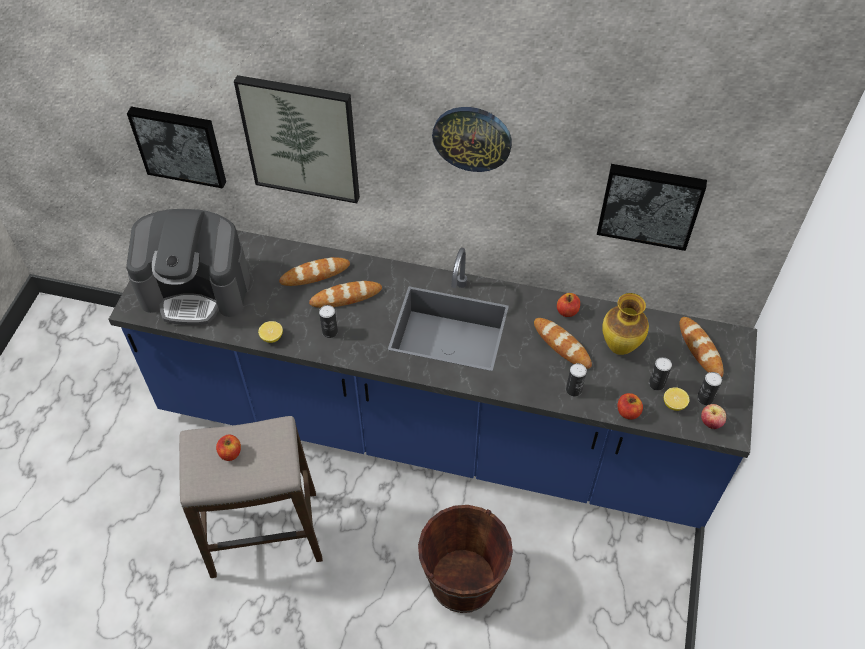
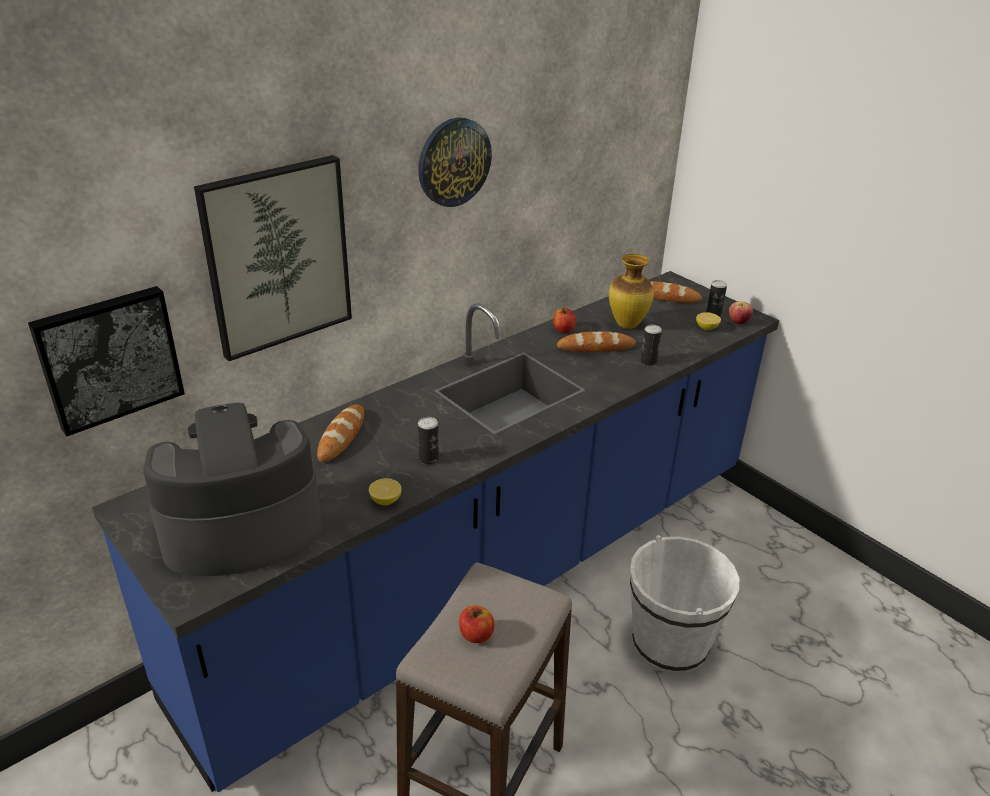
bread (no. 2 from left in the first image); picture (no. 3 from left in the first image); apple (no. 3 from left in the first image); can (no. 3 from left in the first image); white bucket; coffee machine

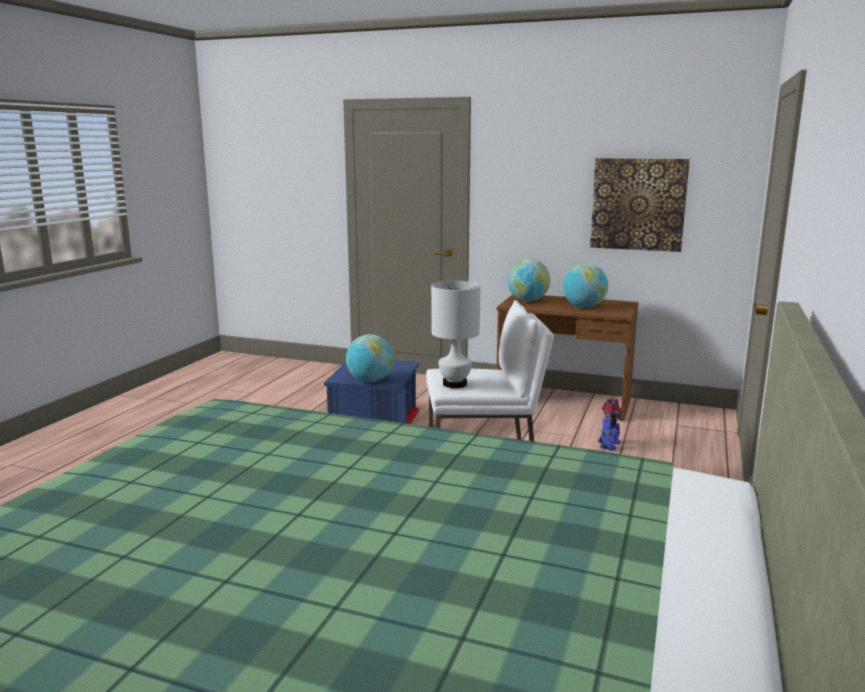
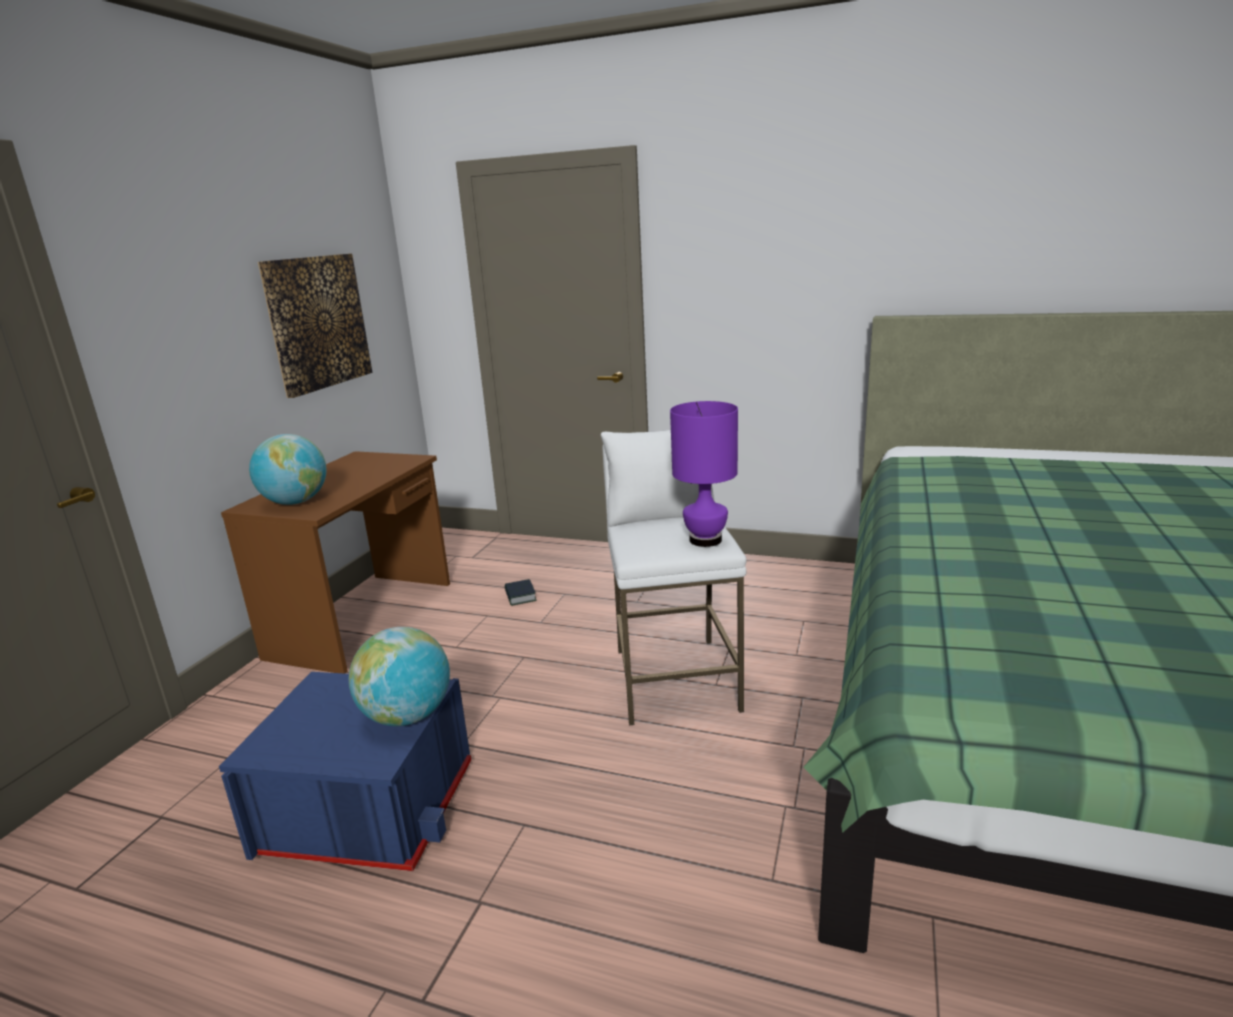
globe (no. 3 from left in the first image); book; purple table lamp

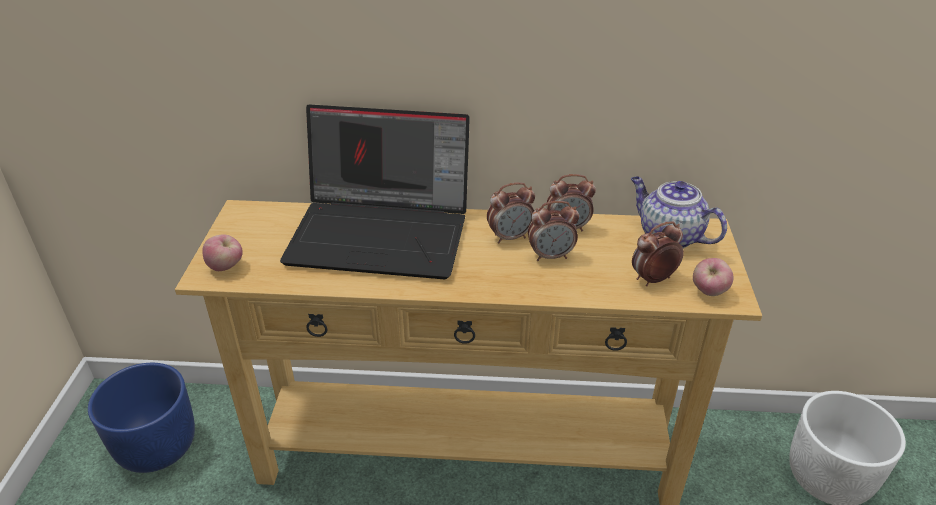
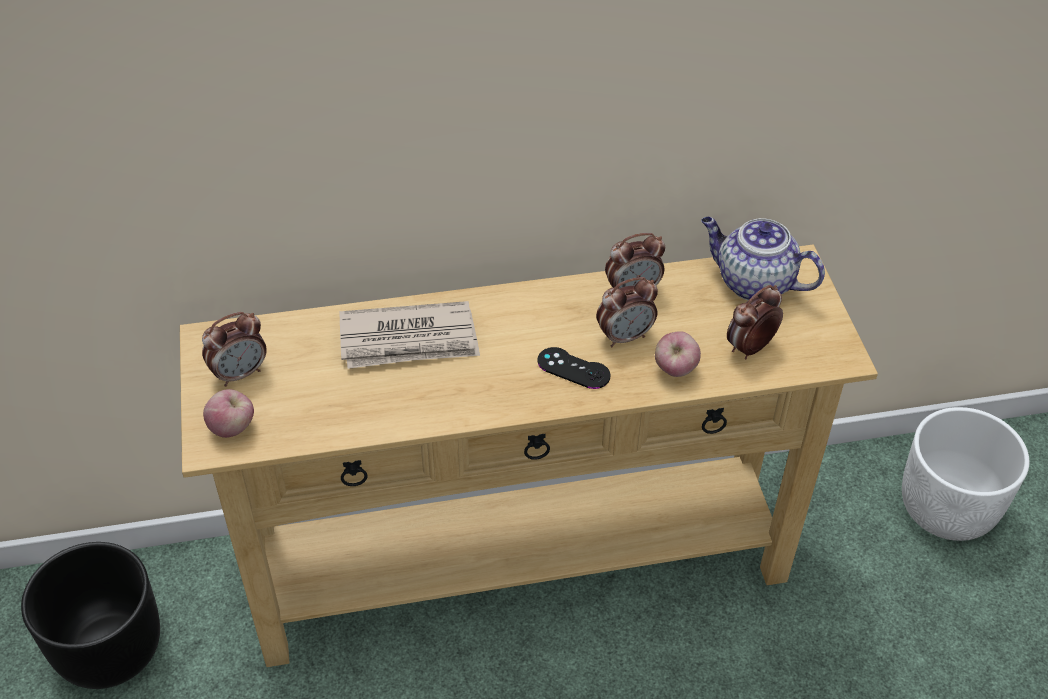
black game controller; alarm clock (no. 1 from left); apple (no. 2 from left); newspaper; black planter

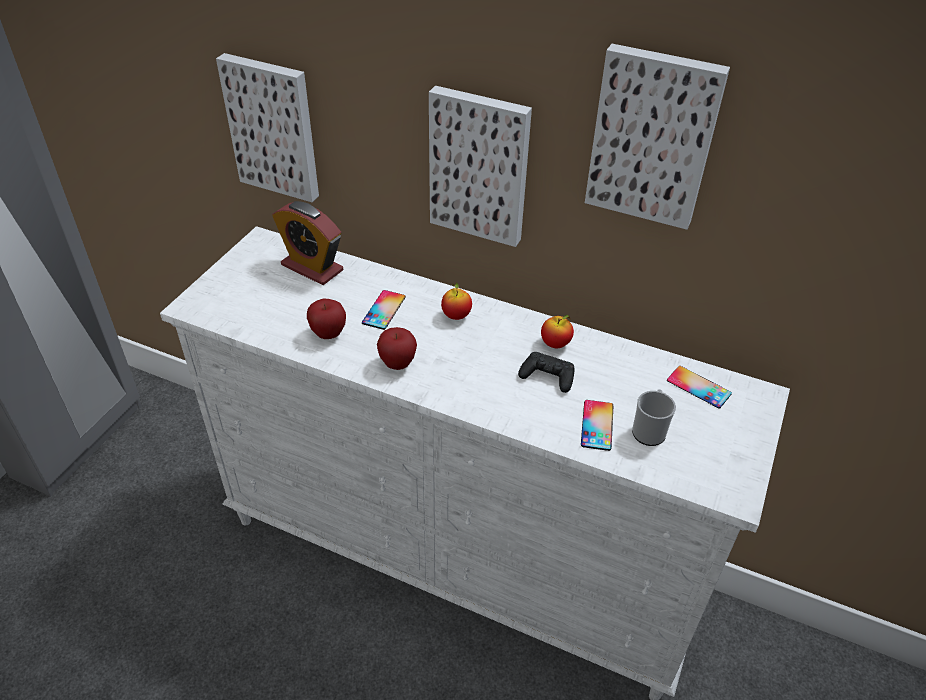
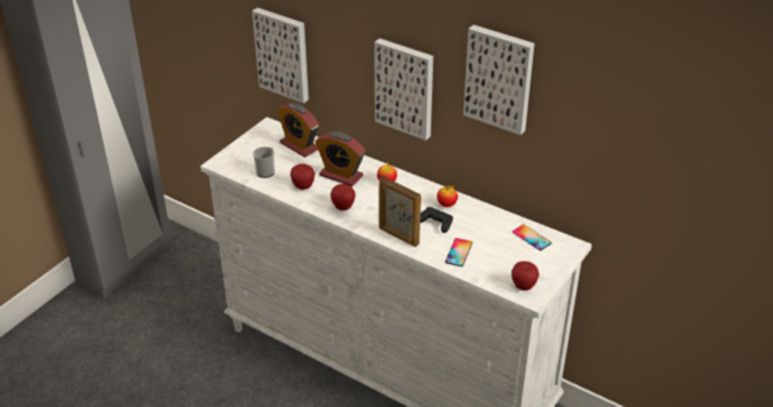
picture frame; apple (no. 5 from left); mug; alarm clock (no. 2 from left)

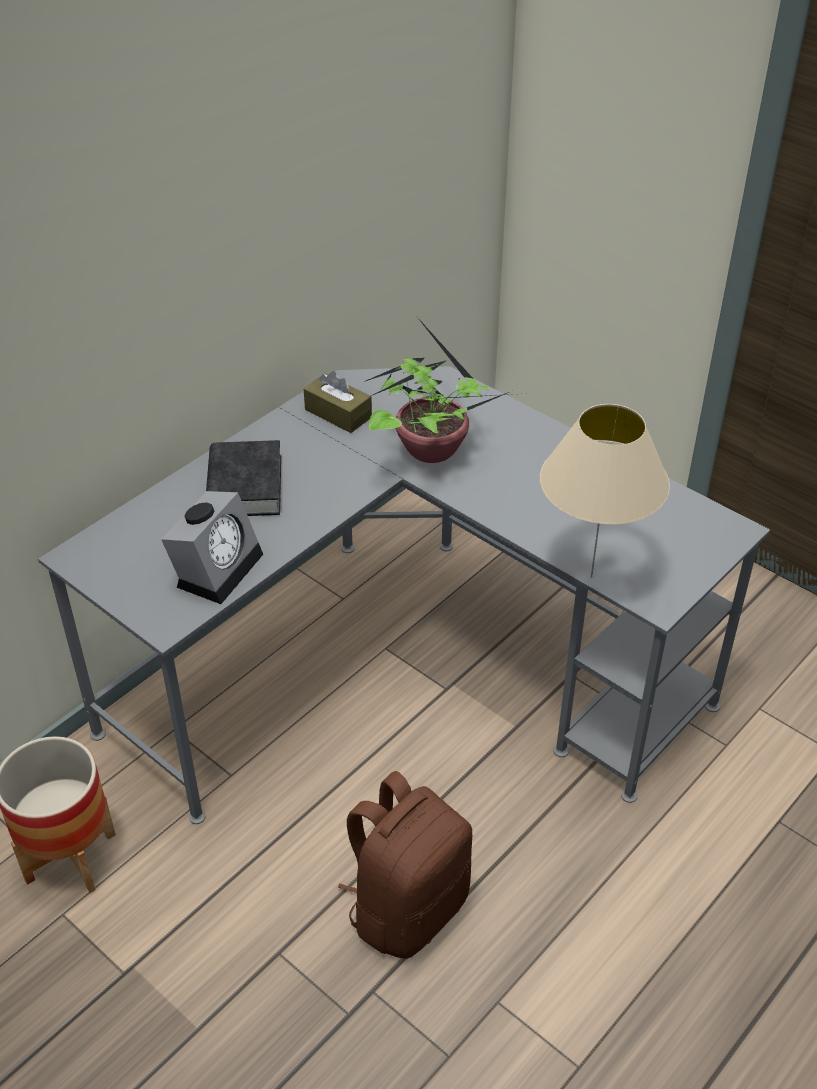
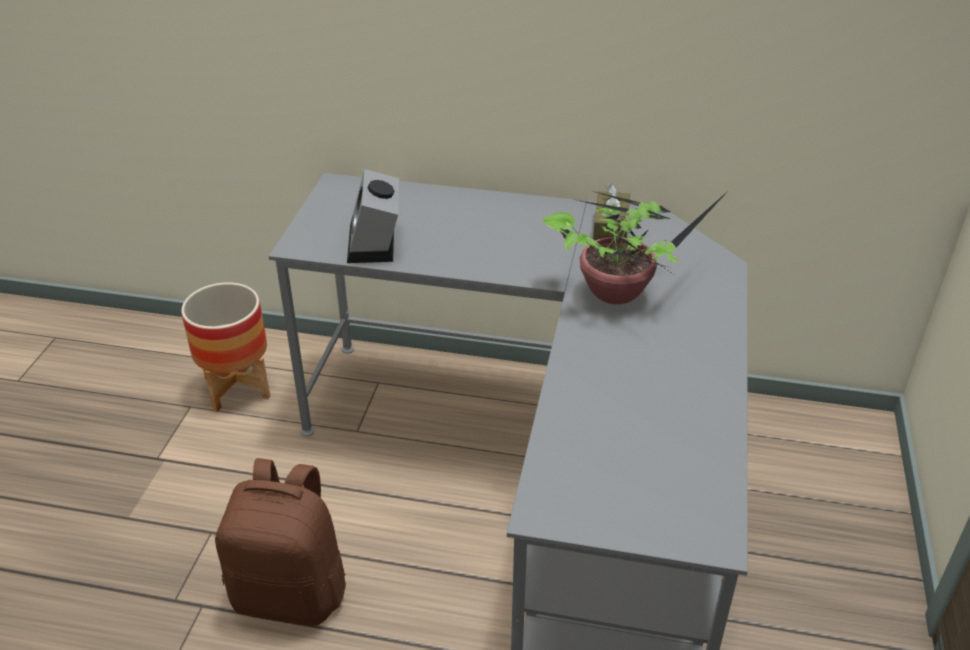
black book; beige table lamp; alarm clock

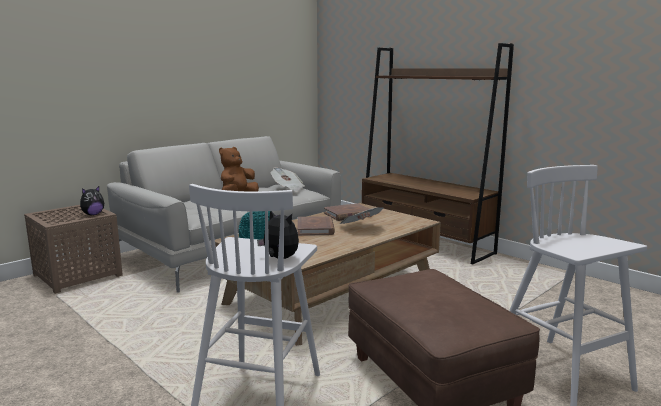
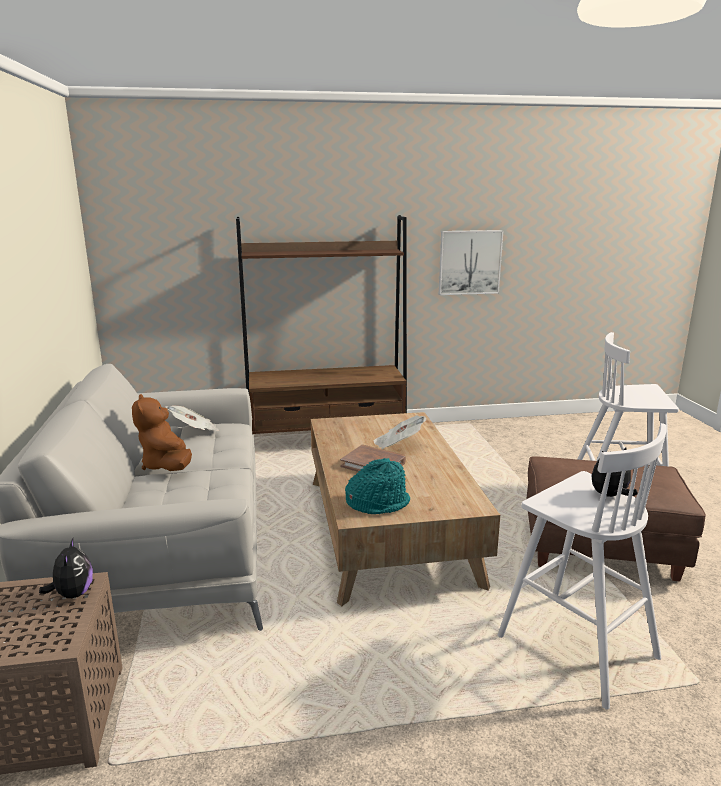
brown book (no. 2 from left in the first image); picture

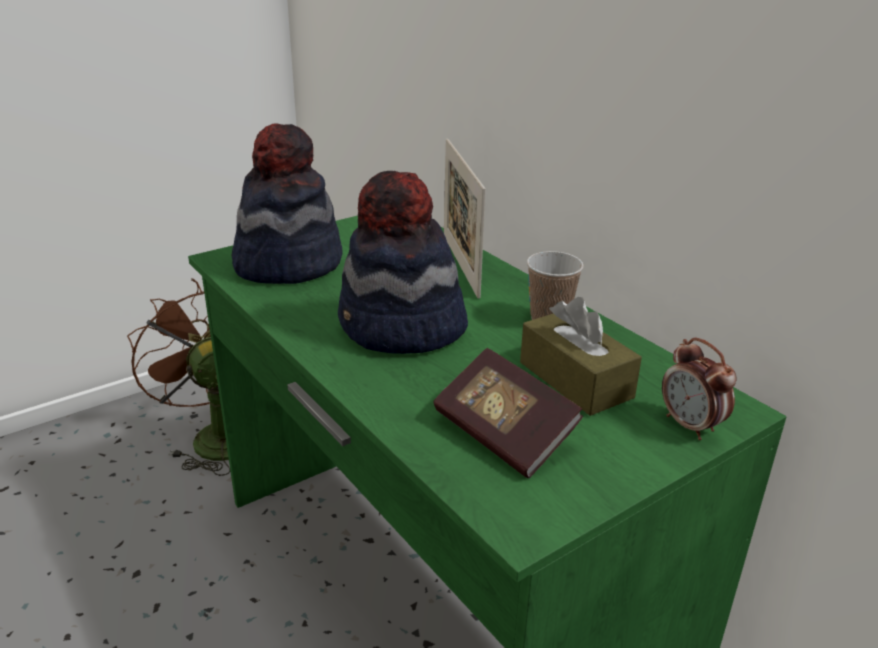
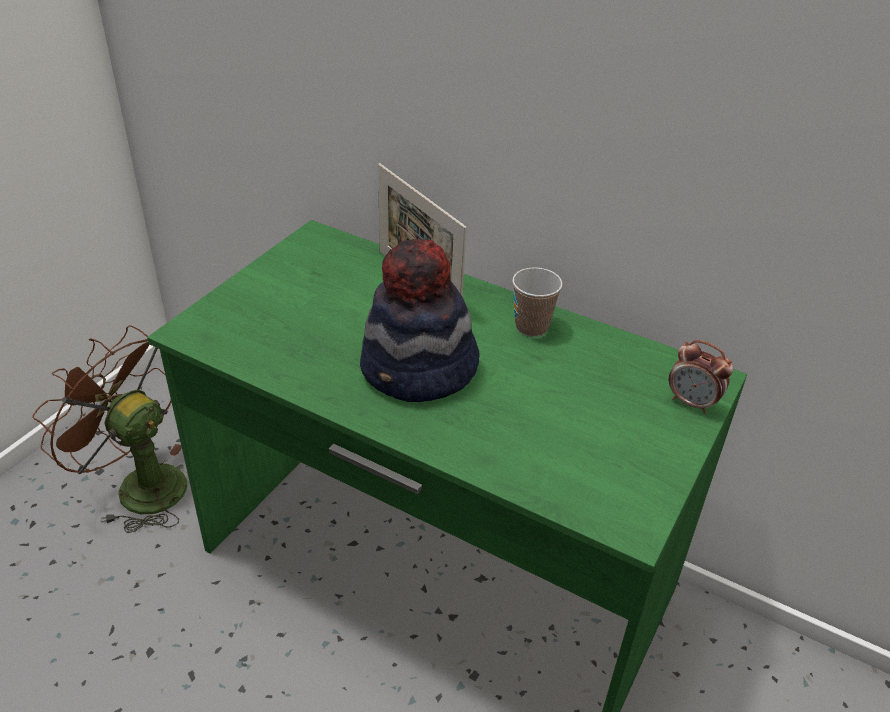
hat (no. 1 from left in the first image); book; brown tissue box

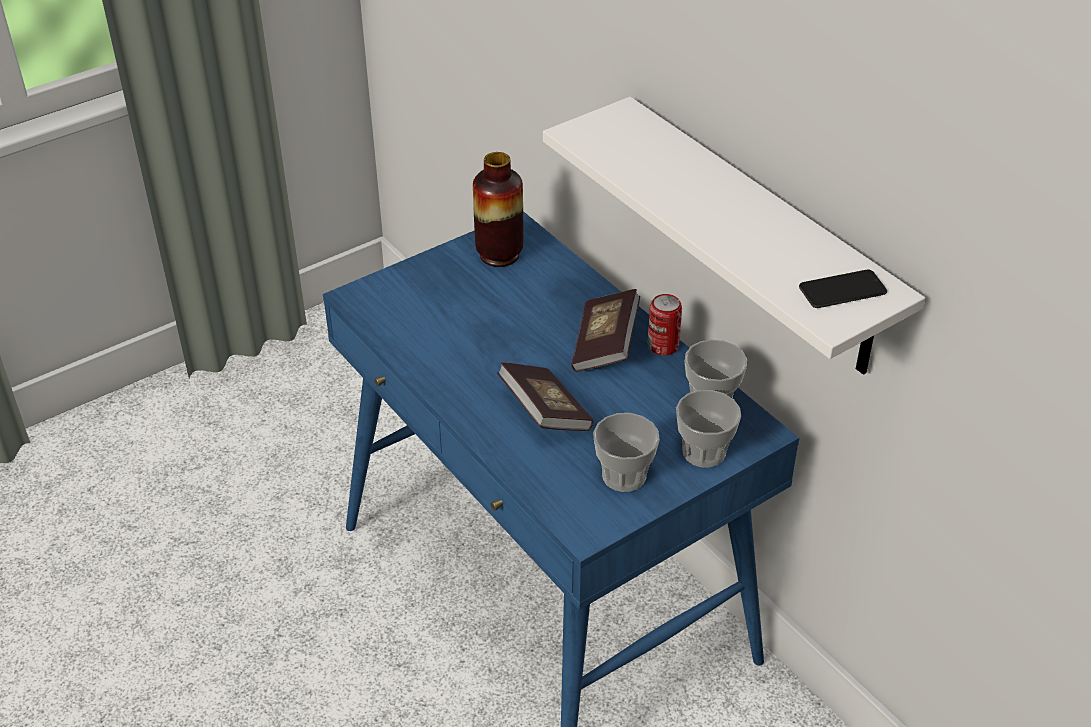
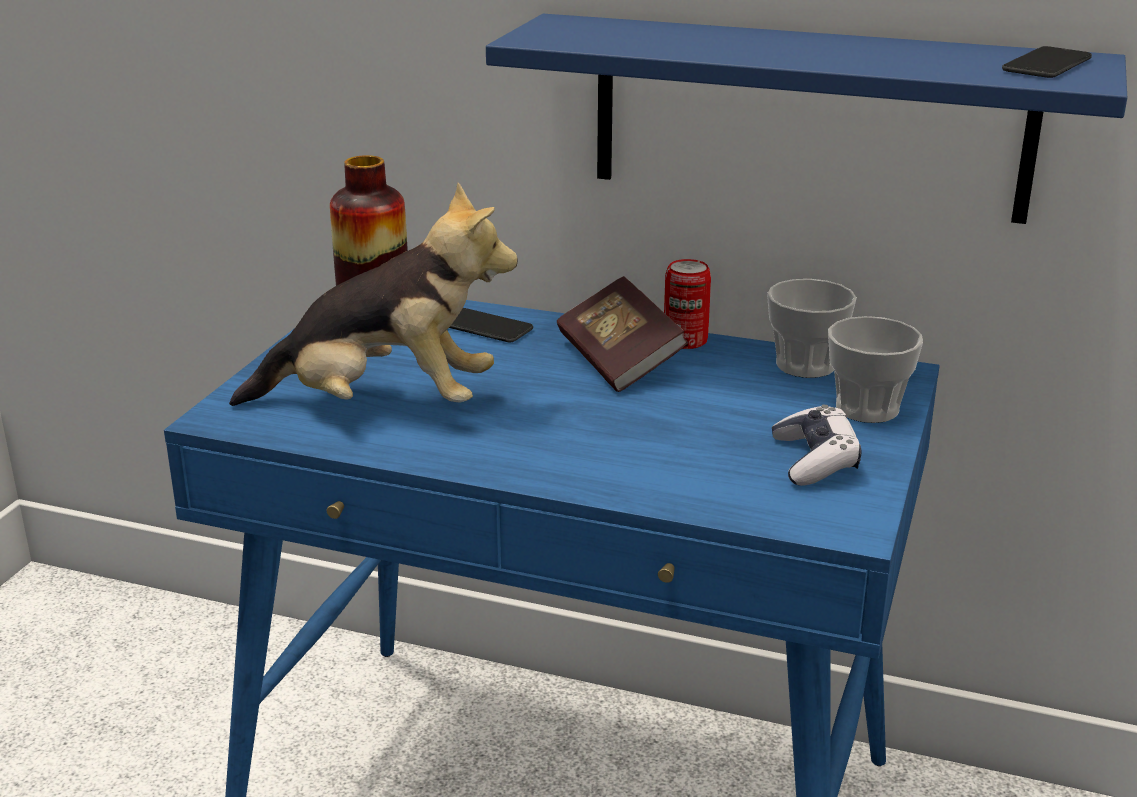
book (no. 1 from left in the first image); plush toy; phone (no. 1 from left); game controller; blue shelf

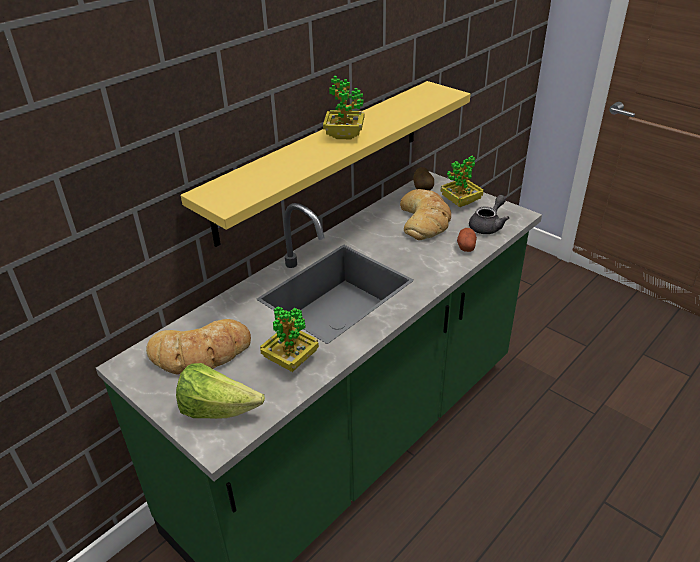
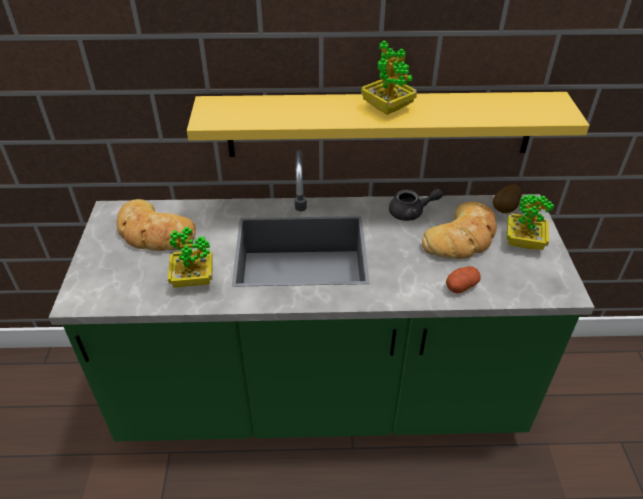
lettuce; grey teapot

